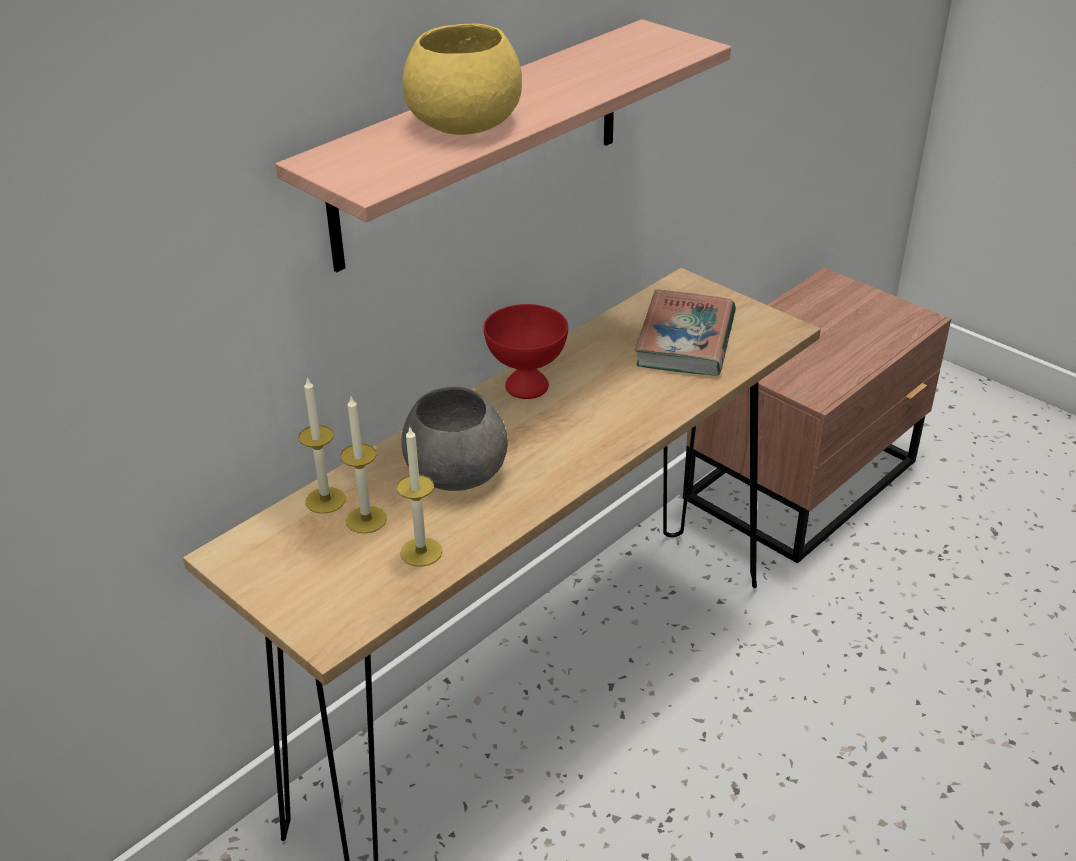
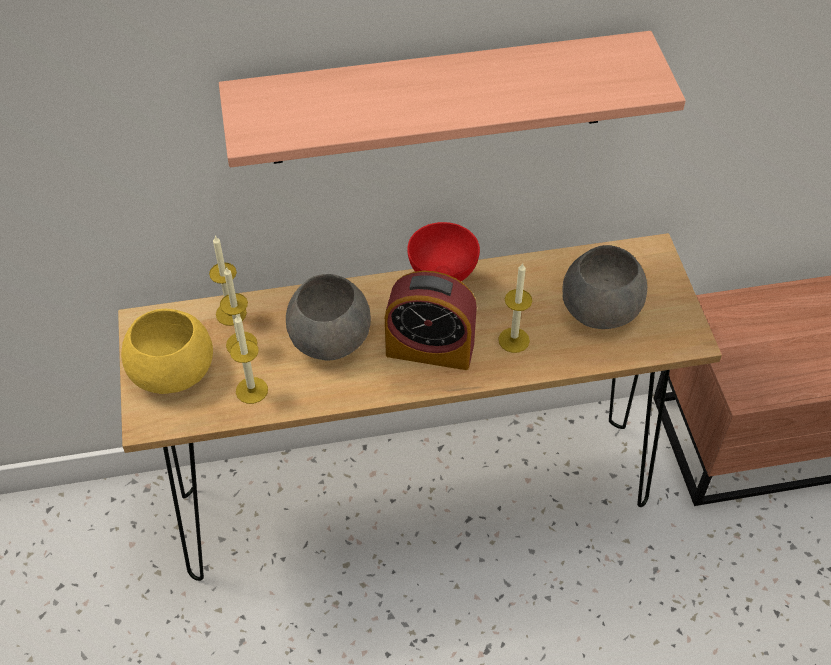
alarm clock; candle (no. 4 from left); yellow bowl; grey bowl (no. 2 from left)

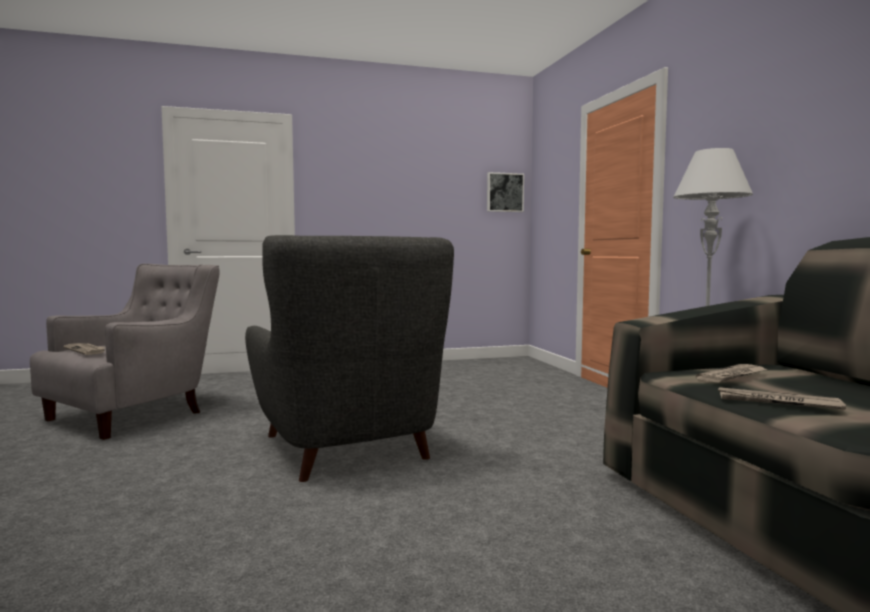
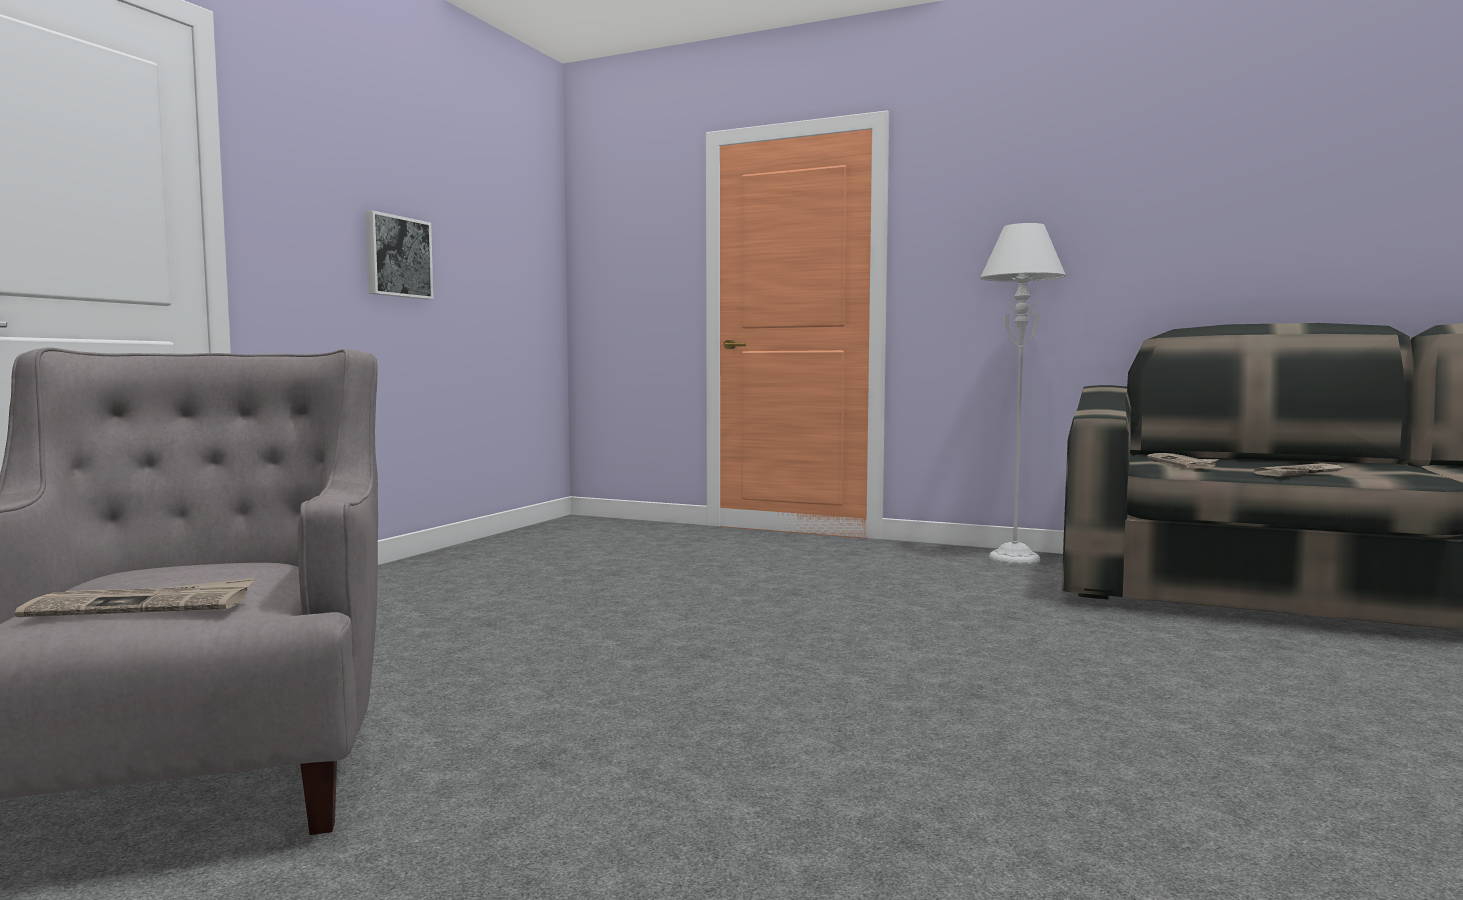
grey armchair (no. 2 from left in the first image); picture

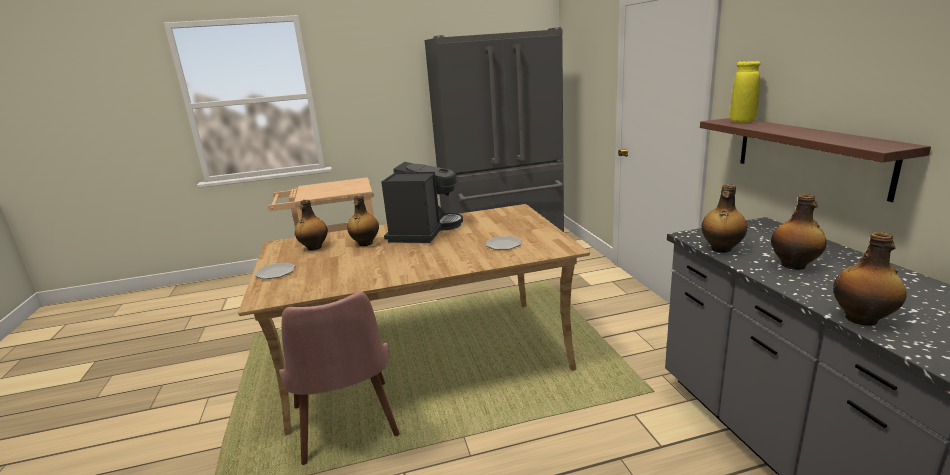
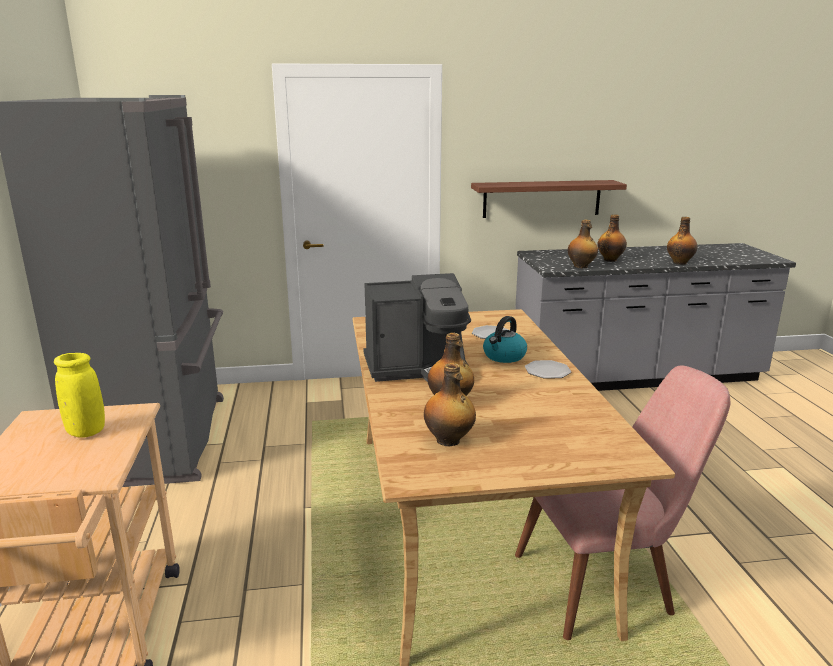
kettle; plate (no. 2 from left); yellow vase; coffee machine

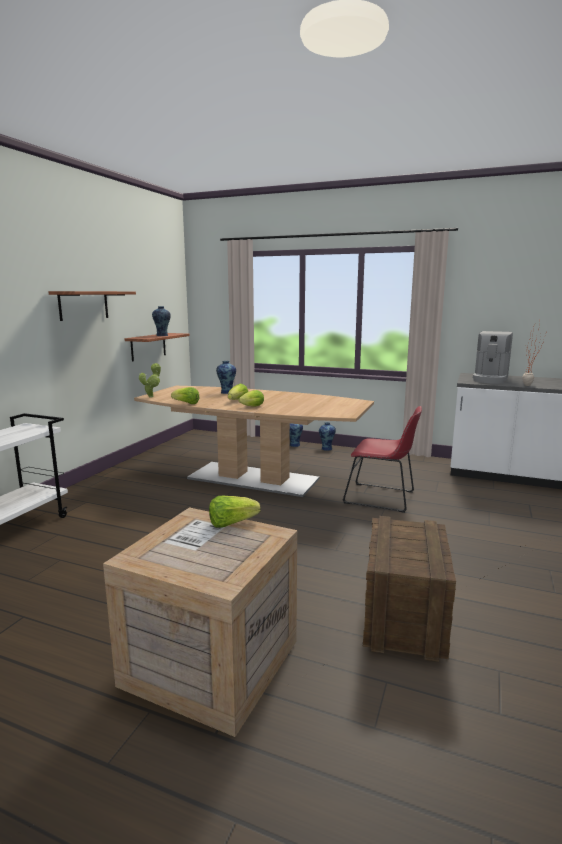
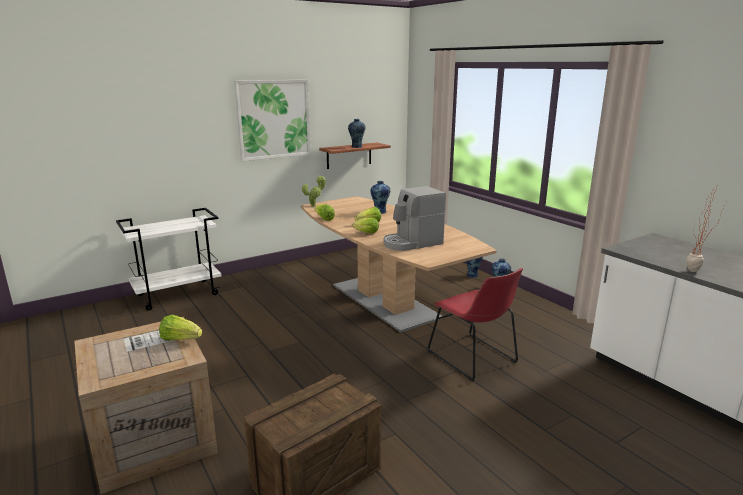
coffee machine; picture

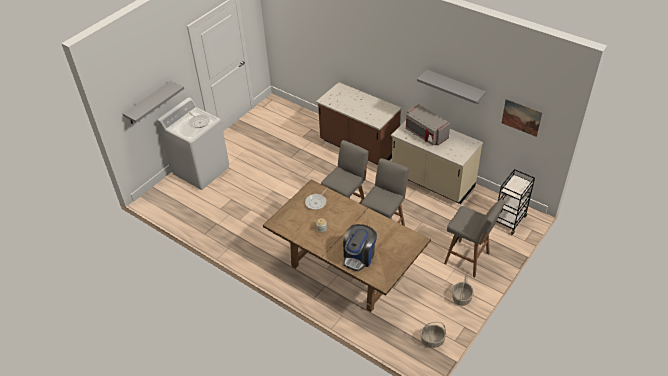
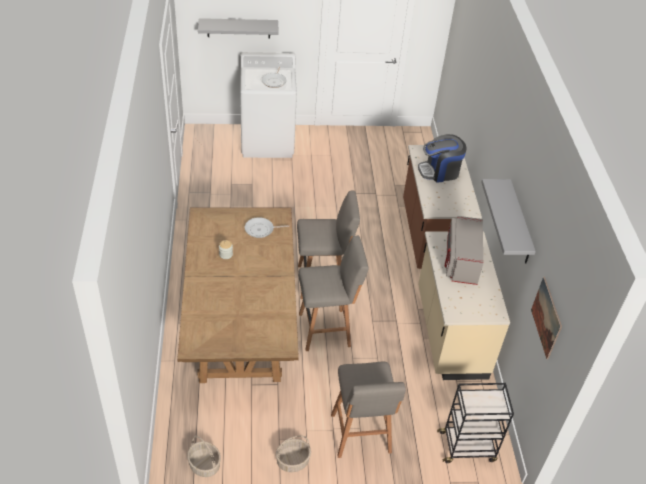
coffee machine

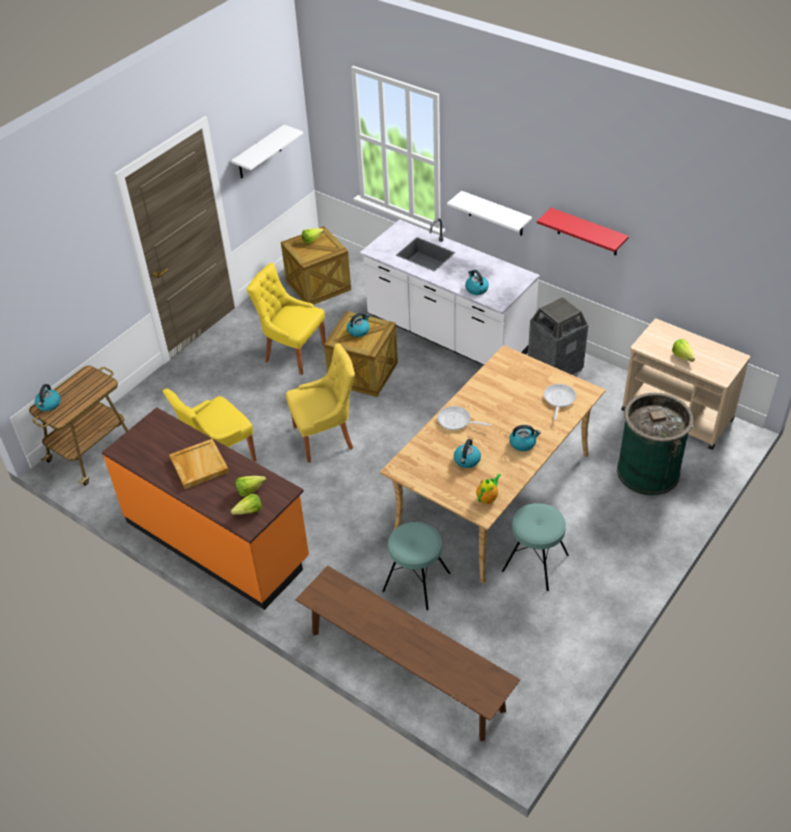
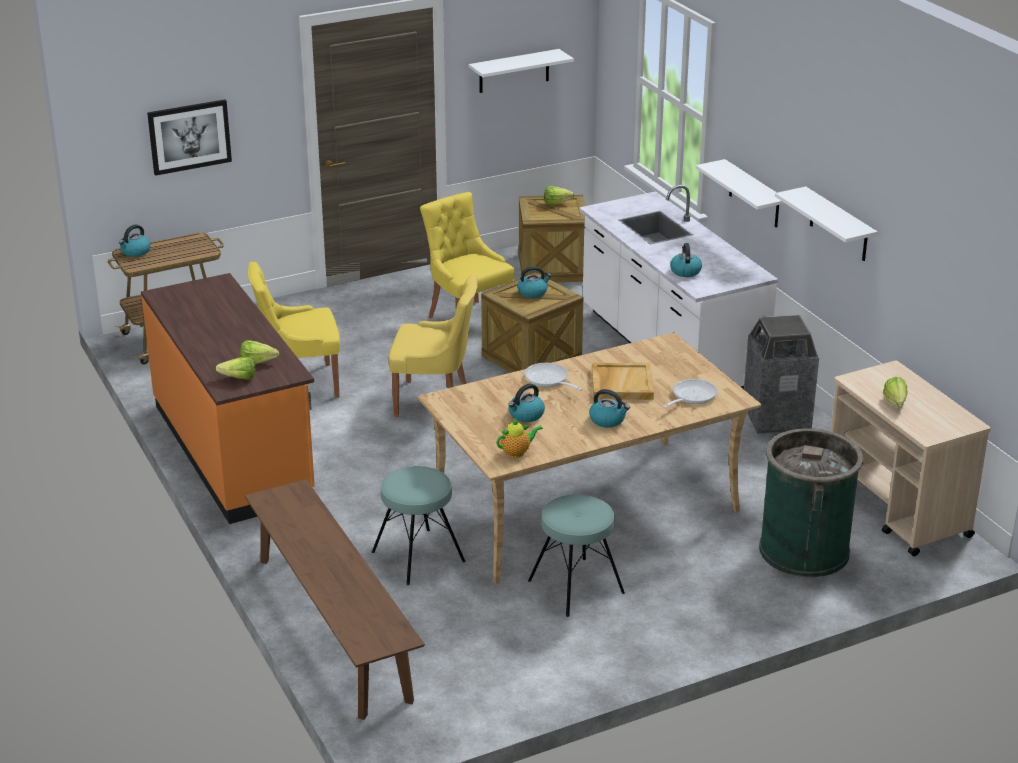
picture; beige tray; white shelf (no. 3 from left)

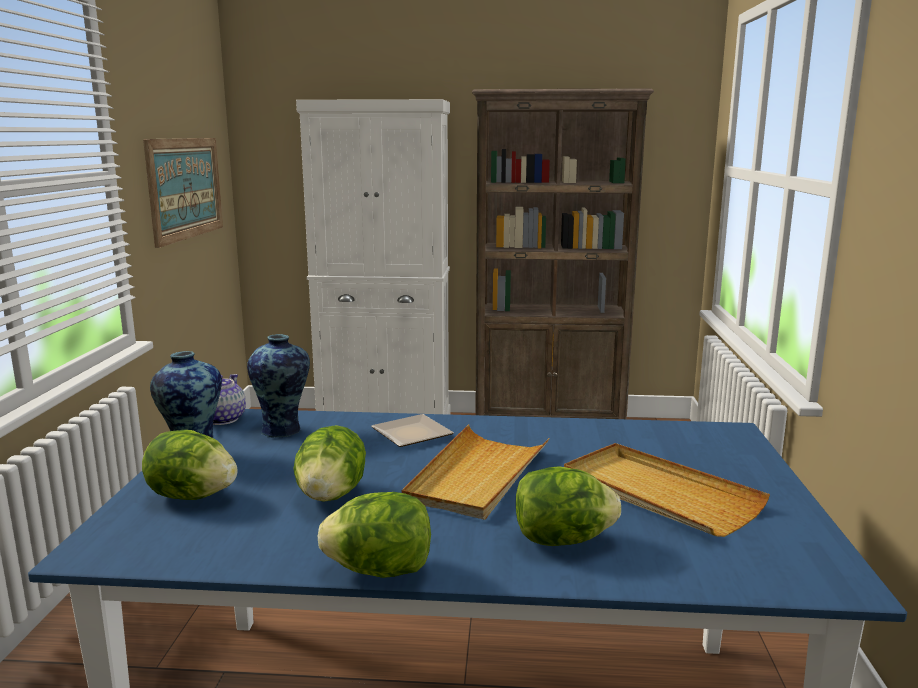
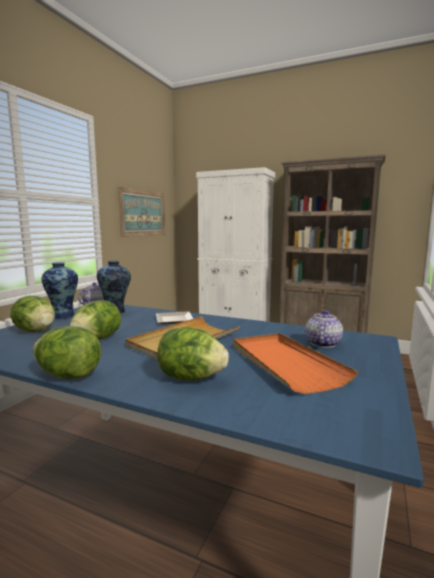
teapot (no. 2 from left); orange tray

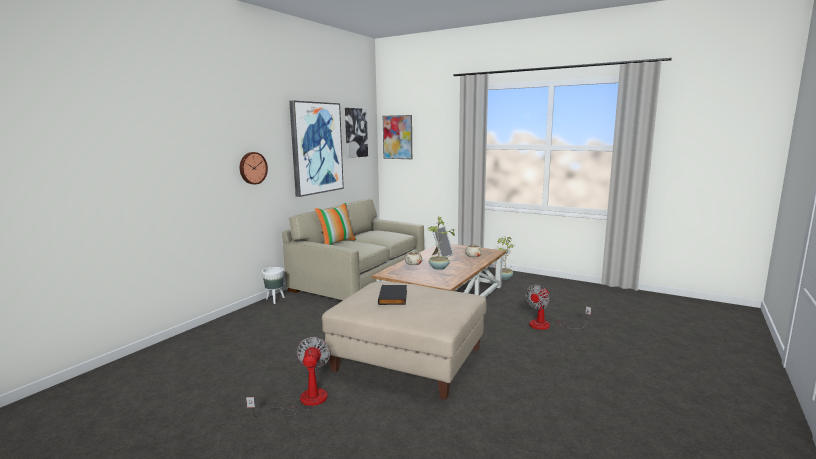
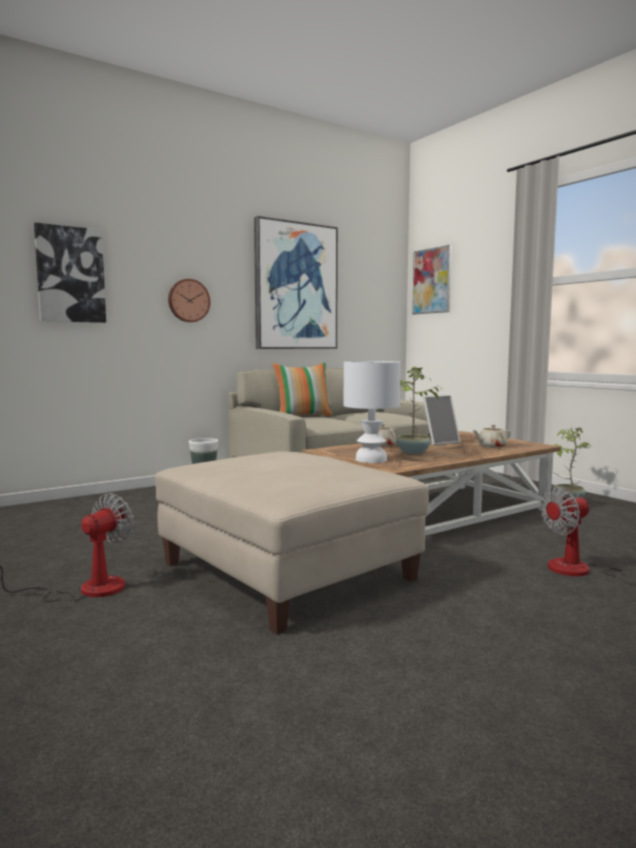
black book; white table lamp; picture (no. 1 from left)

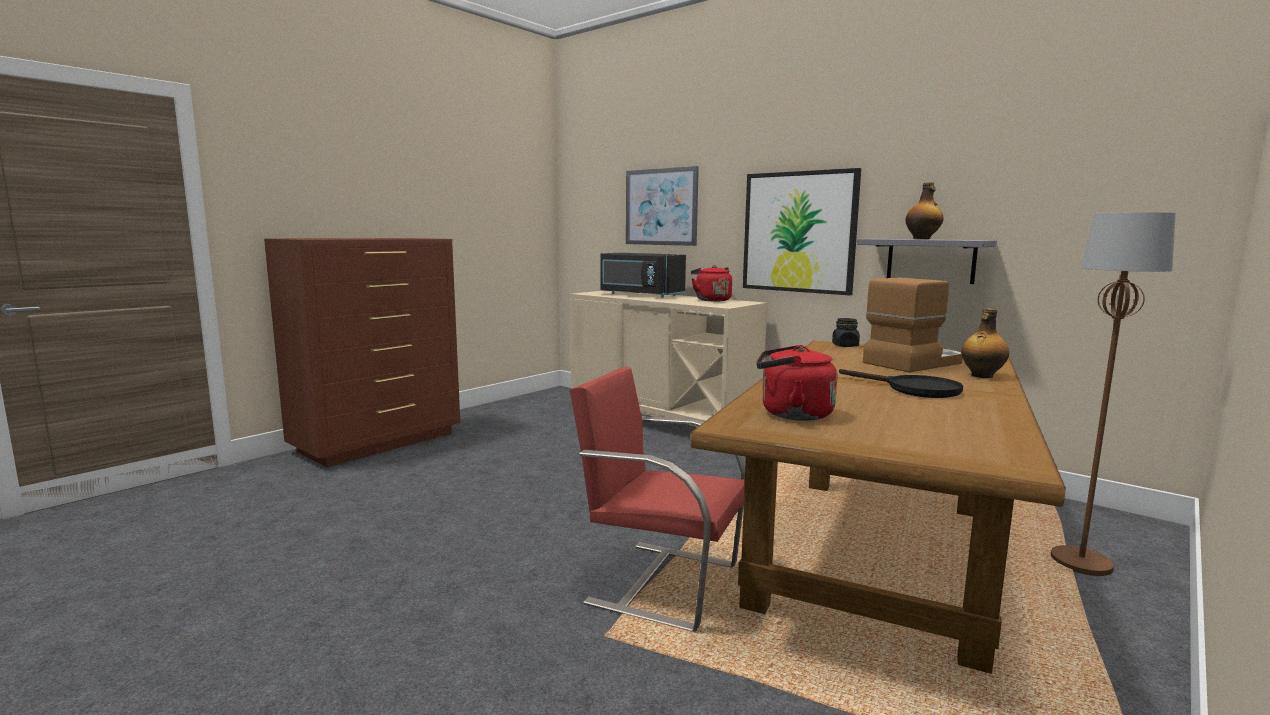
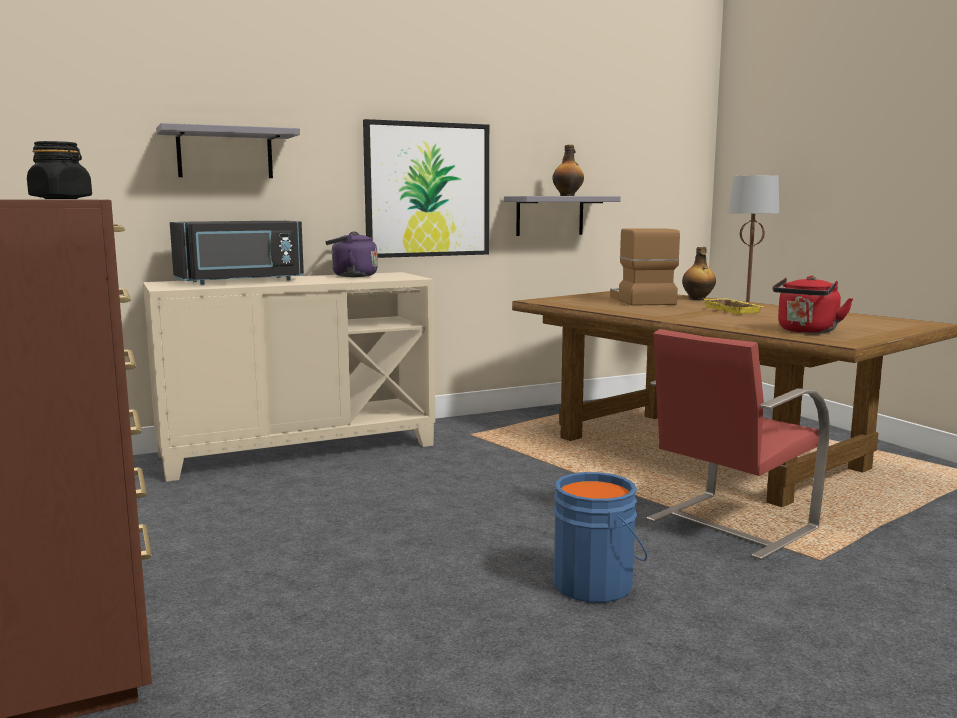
blue bucket; black jar; grey shelf (no. 1 from left); yellow tray; purple kettle

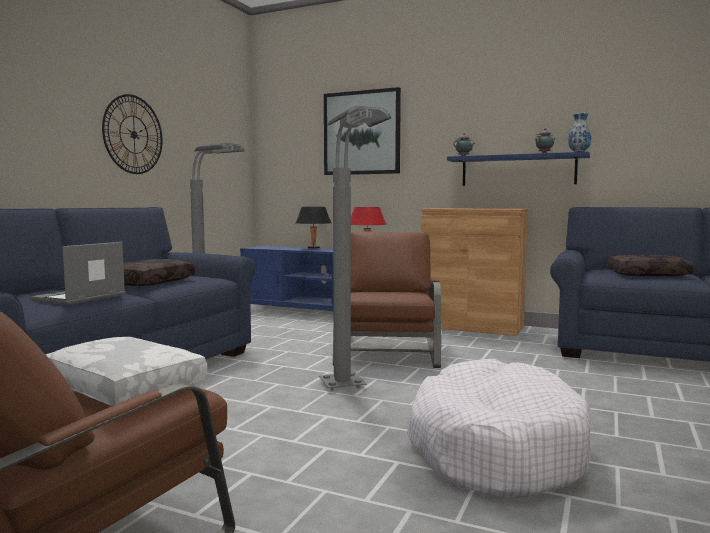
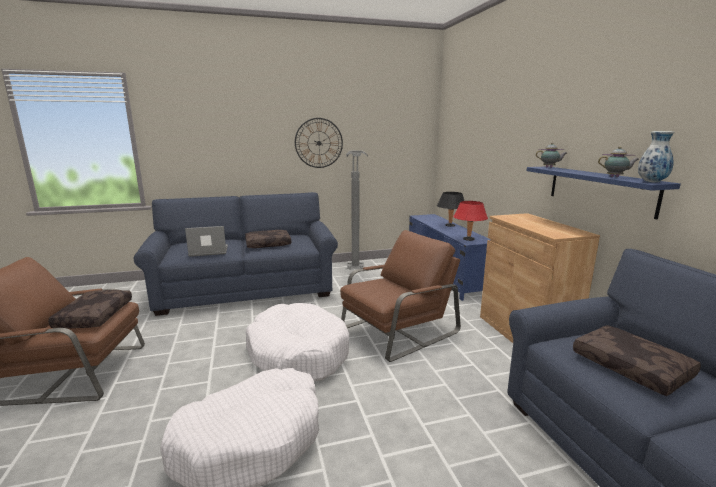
picture; white dog bed (no. 2 from left); brown pillow (no. 1 from left)

